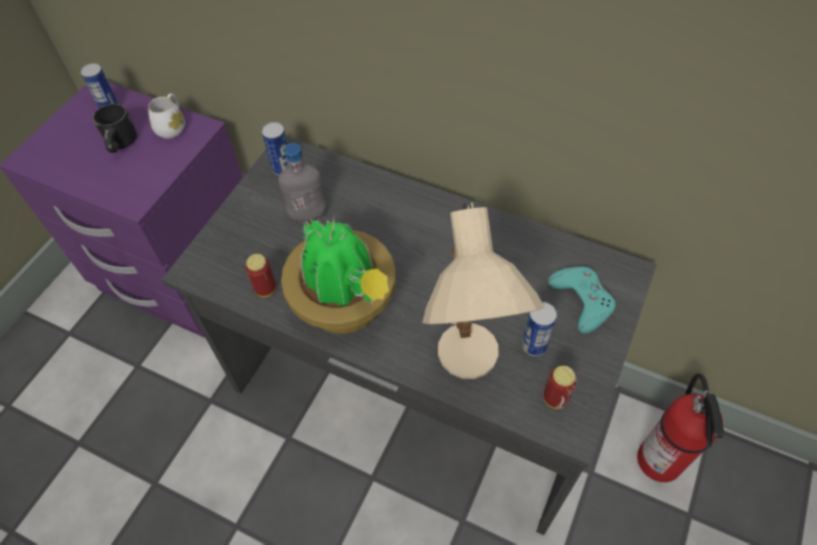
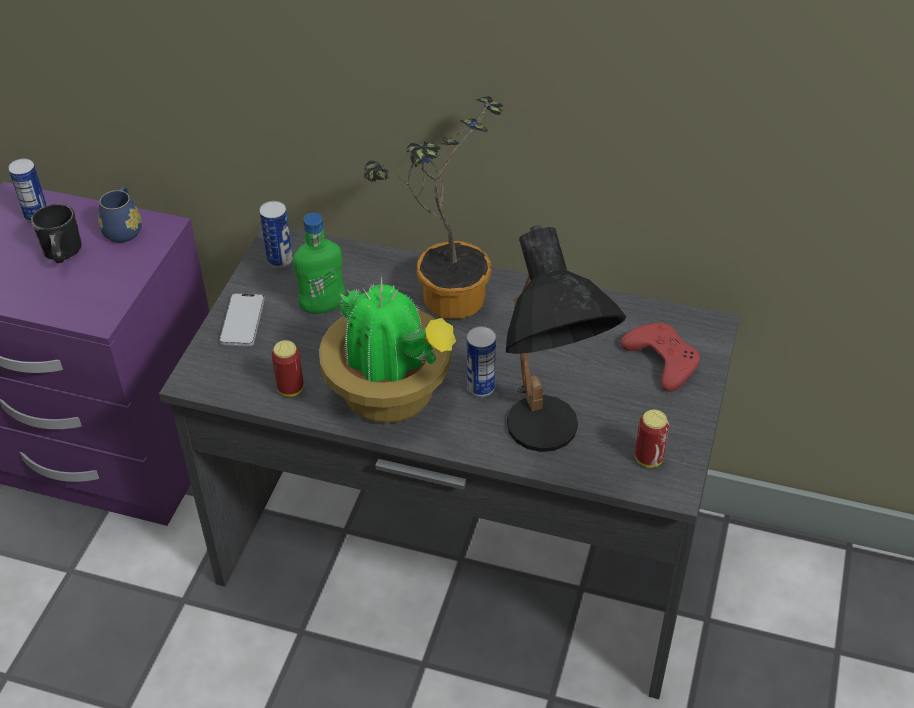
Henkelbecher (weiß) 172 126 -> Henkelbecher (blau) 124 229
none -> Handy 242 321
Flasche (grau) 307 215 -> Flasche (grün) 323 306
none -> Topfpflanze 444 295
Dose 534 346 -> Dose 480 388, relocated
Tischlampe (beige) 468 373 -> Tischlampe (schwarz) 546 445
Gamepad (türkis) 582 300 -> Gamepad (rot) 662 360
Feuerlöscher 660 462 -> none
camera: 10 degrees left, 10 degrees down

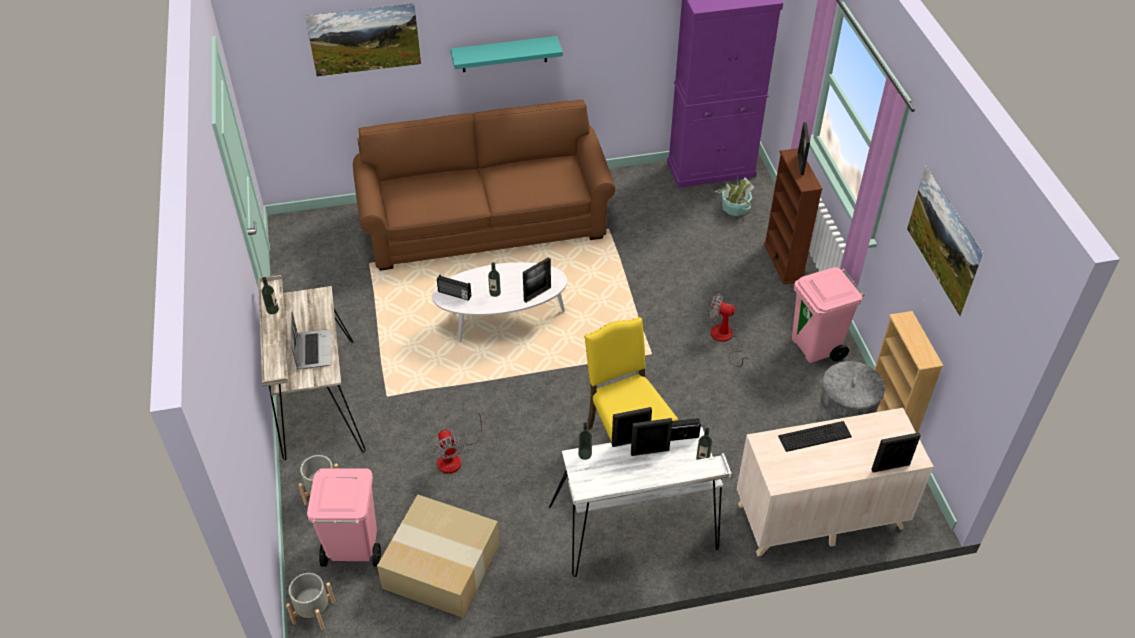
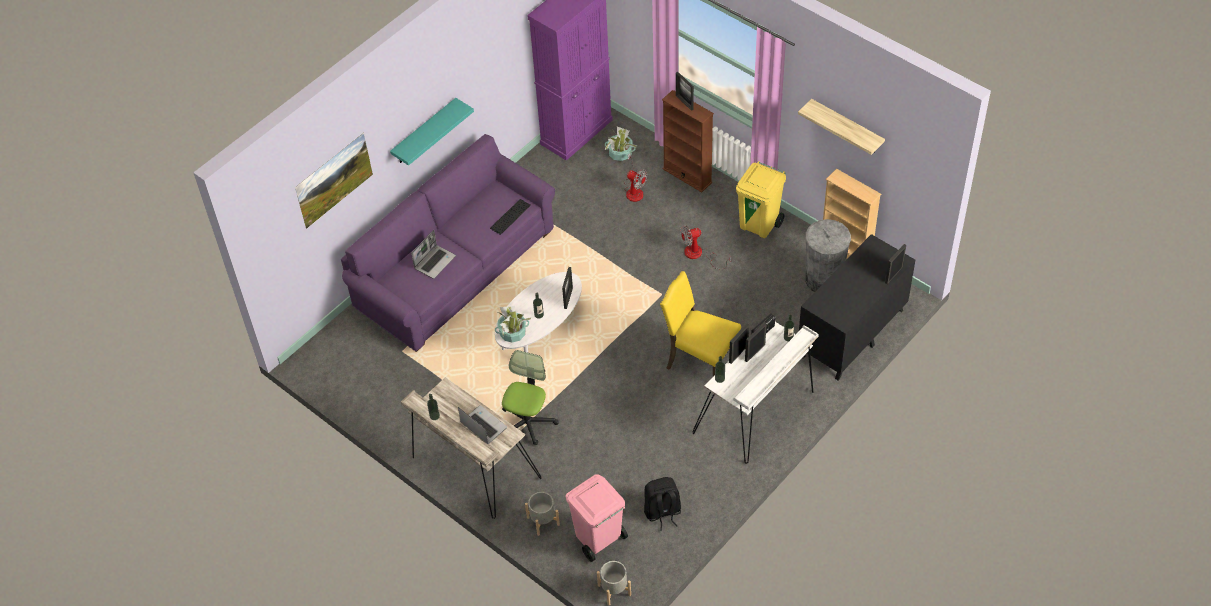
Sofa (braun) 485 222 -> Sofa (lila) 455 269
none -> Laptop 435 262
Tastatur 814 436 -> Tastatur 510 217, relocated
Radio 454 294 -> Topfpflanze 512 333
none -> Bürostuhl 528 422
Ventilator 455 457 -> Ventilator 634 190, relocated
Karton 439 567 -> Rucksack (schwarz) 662 512
Mülleimer (rosa) 816 347 -> Mülleimer (gelb) 759 225
Bild 937 256 -> Wandregal 846 127
Kommode (beige) 819 516 -> Kommode (schwarz) 851 333
camera: 35 degrees left, 5 degrees up

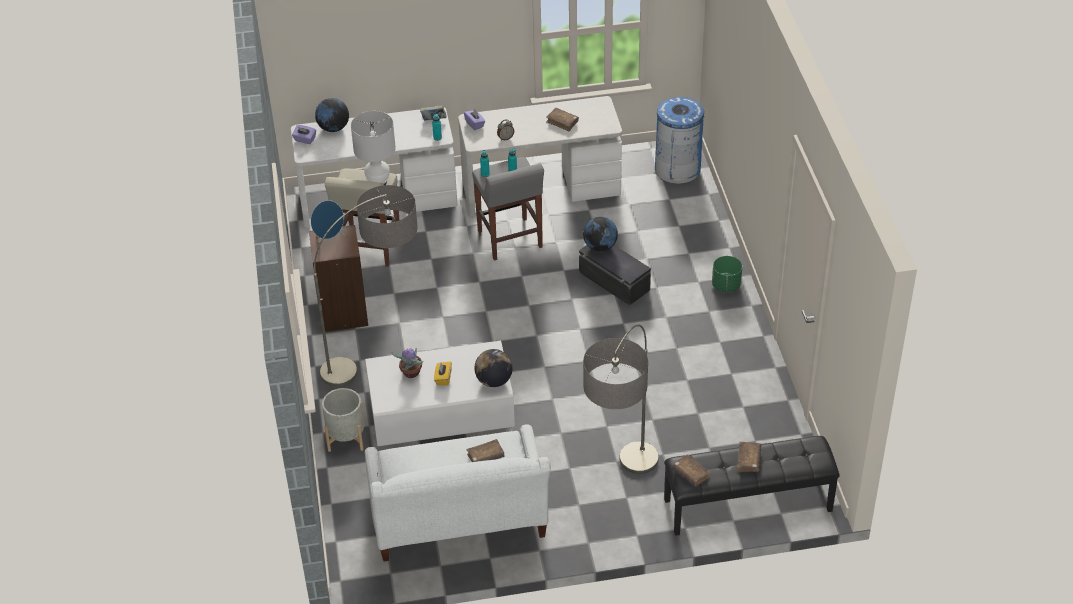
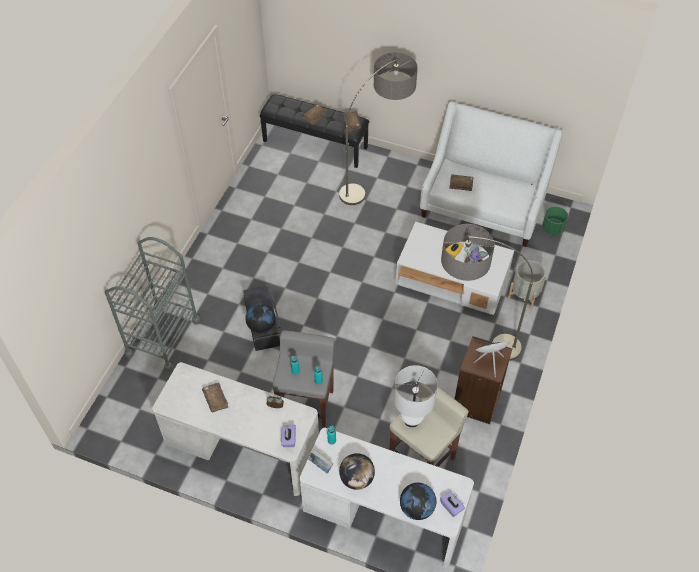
none -> Rollwagen (grau) 163 338
Globus 494 381 -> Globus 356 478, relocated
Pflanzkübel (grün) 726 286 -> Pflanzkübel (grün) 553 228, relocated
Mülleimer (blau) 677 169 -> none
camera: 150 degrees left, 10 degrees up

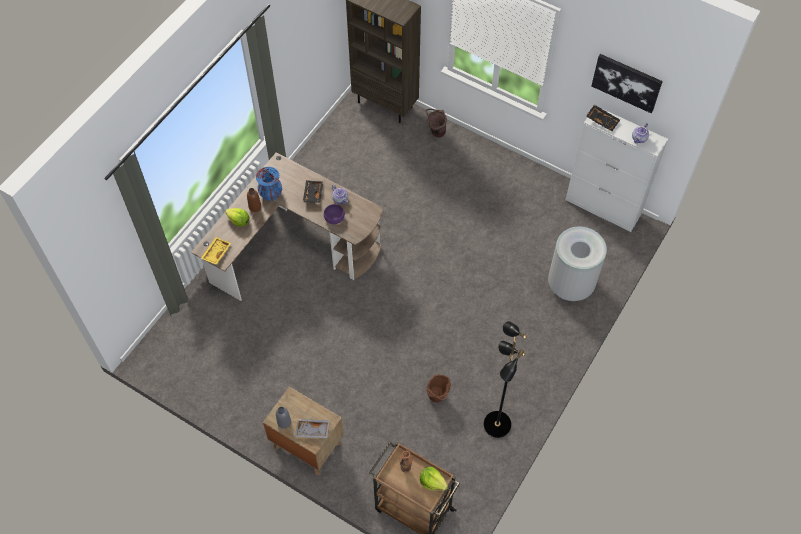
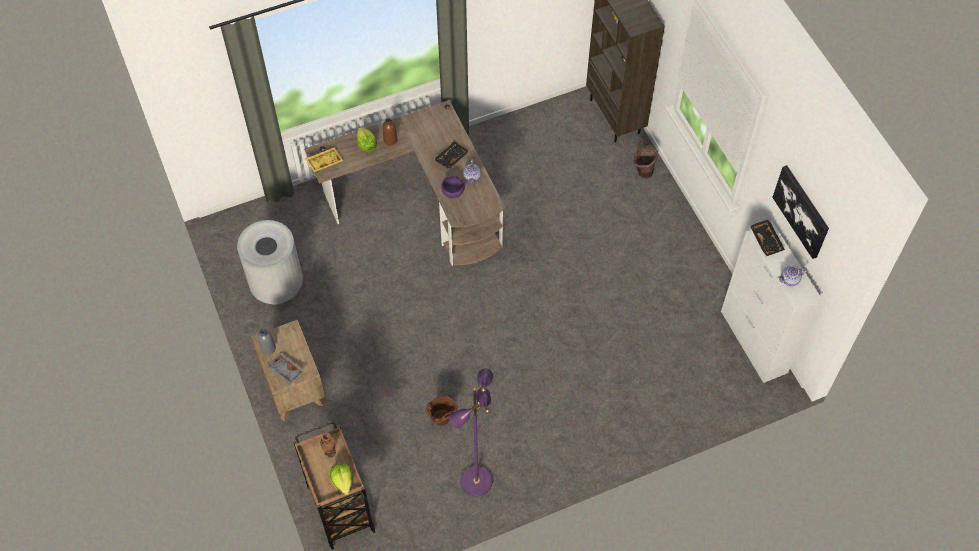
Mülleimer (grau) 570 285 -> Mülleimer (grau) 277 286, relocated
Stehlampe (schwarz) 496 424 -> Stehlampe (lila) 475 480
Vase (blau) 271 194 -> none
camera: 35 degrees right, 0 degrees up

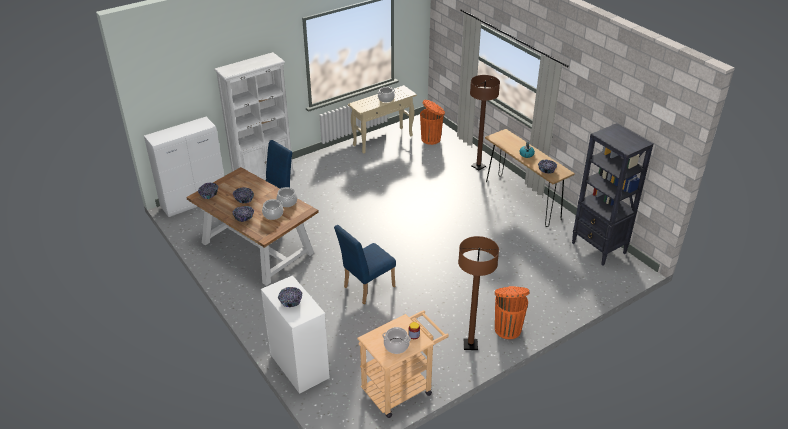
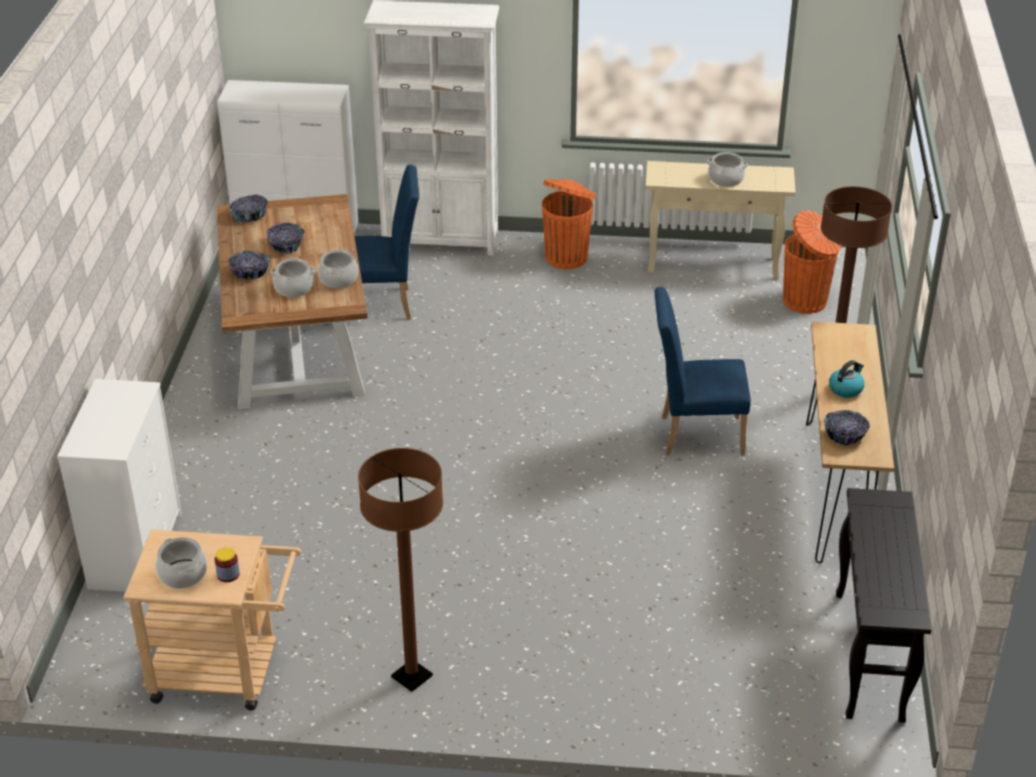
Mülleimer (orange) 507 328 -> Mülleimer (orange) 567 257, relocated
Stuhl (blau) 366 288 -> Stuhl (blau) 694 434, relocated
Bücherregal (schwarz) 599 248 -> Konsolentisch (schwarz) 869 657
Schüssel 291 301 -> none
camera: 40 degrees right, 0 degrees up

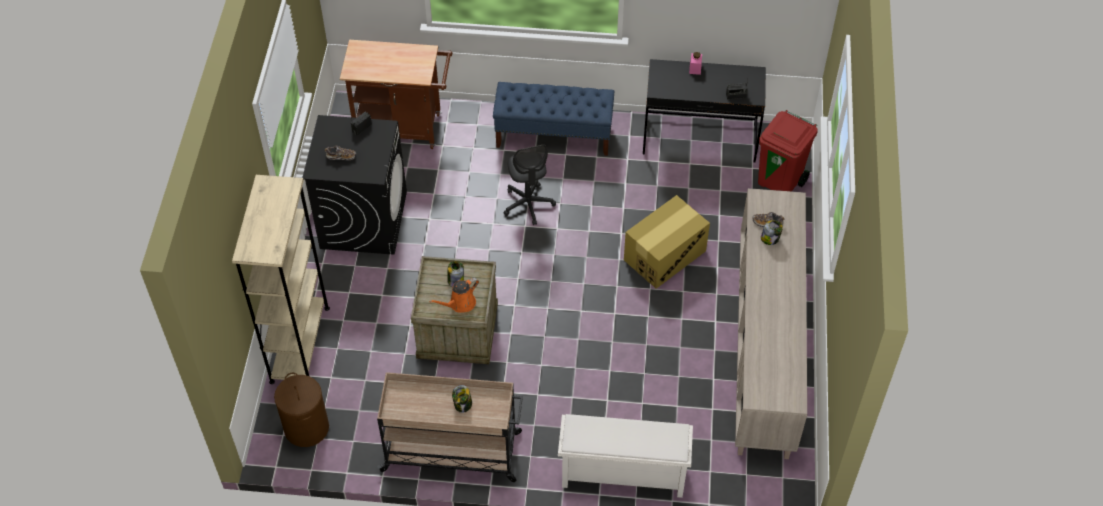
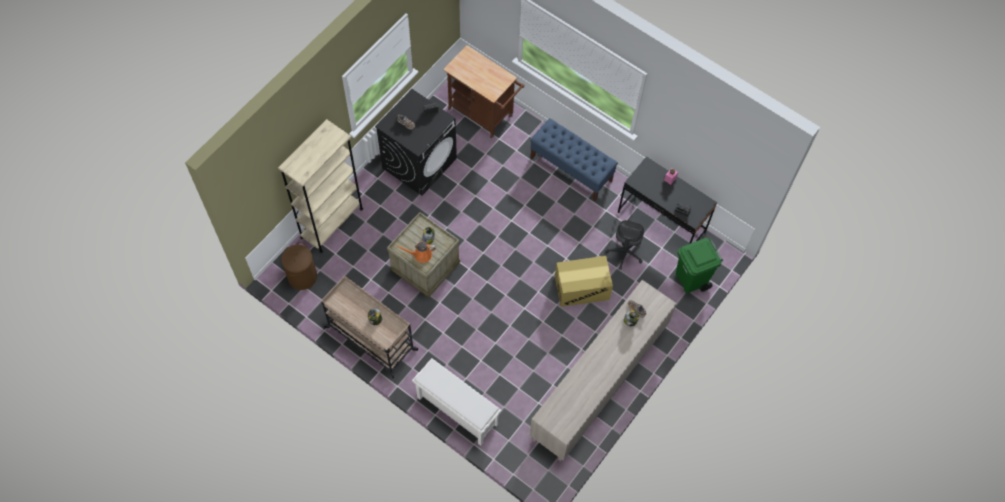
Bürostuhl (grau) 528 204 -> Bürostuhl (grau) 624 253, relocated
Mülleimer (rot) 780 182 -> Mülleimer (grün) 691 280
camera: 30 degrees right, 10 degrees up

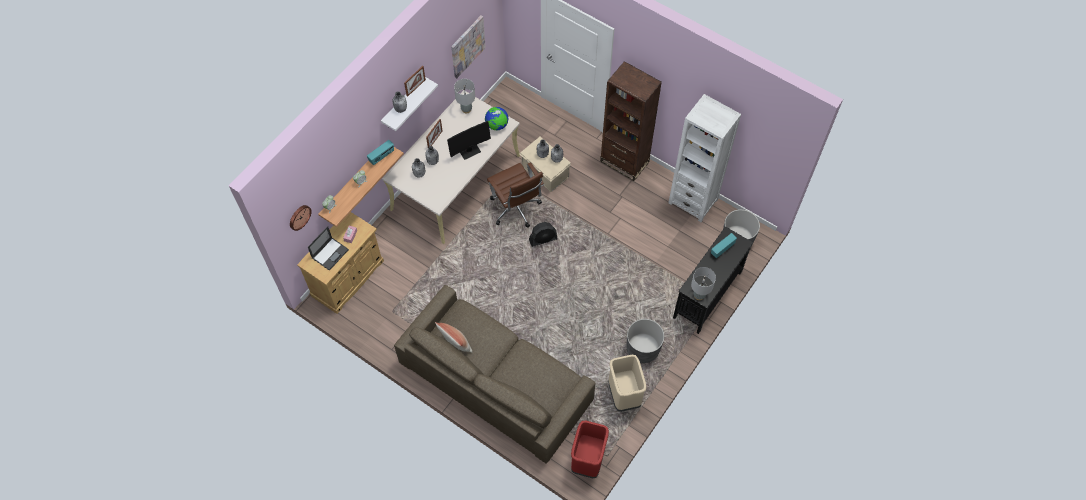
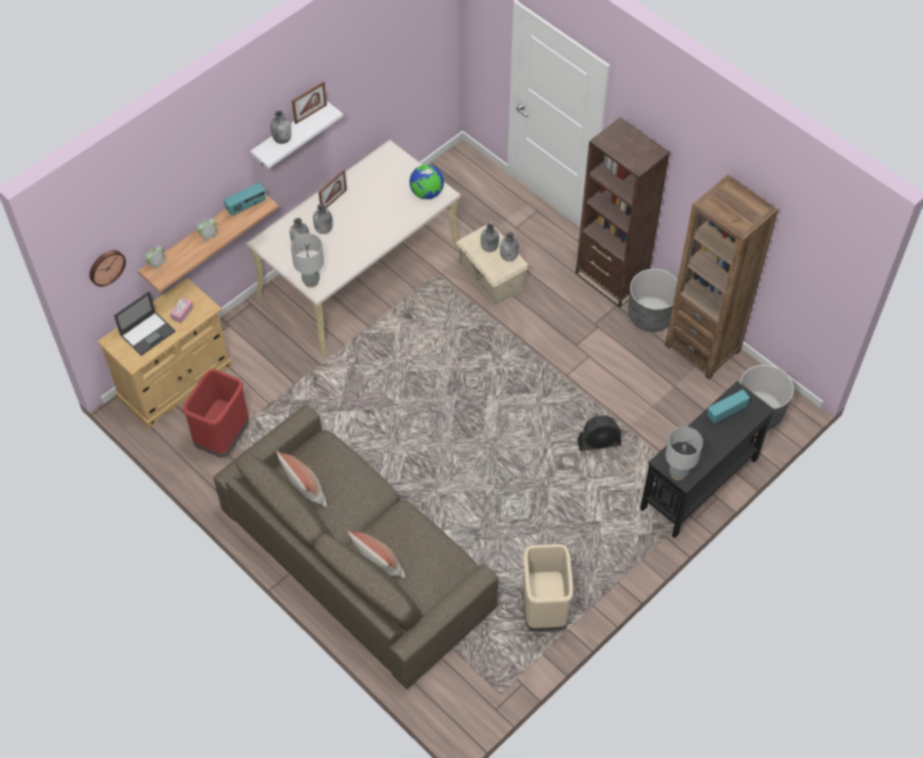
Mülleimer (rot) 587 460 -> Mülleimer (rot) 223 437, relocated
Tischlampe (grau) 466 109 -> Tischlampe (grau) 311 281, relocated
none -> Kissen 379 565
Ventilator (schwarz) 543 239 -> Ventilator (schwarz) 599 443, relocated
Pflanzkübel (grau) 642 349 -> Pflanzkübel (grau) 651 316, relocated
Bücherregal (weiß) 693 201 -> Bücherregal (braun) 702 348
Monitor 469 150 -> none
Bild 467 46 -> none
Bürostuhl (braun) 516 210 -> none
camera: 10 degrees right, 5 degrees down

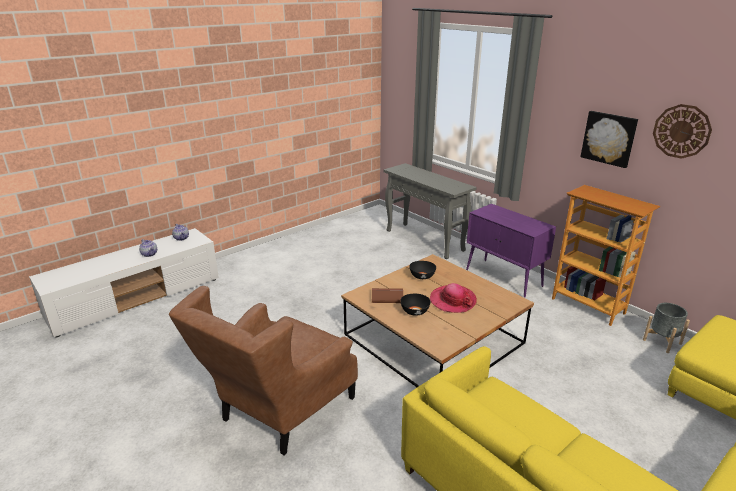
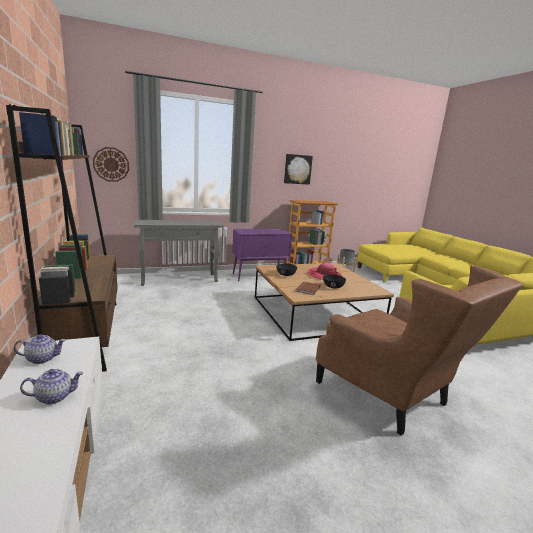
none -> Bücherregal (braun) 88 333
Wanduhr 681 131 -> Wanduhr 111 164, relocated
camera: 70 degrees left, 10 degrees down

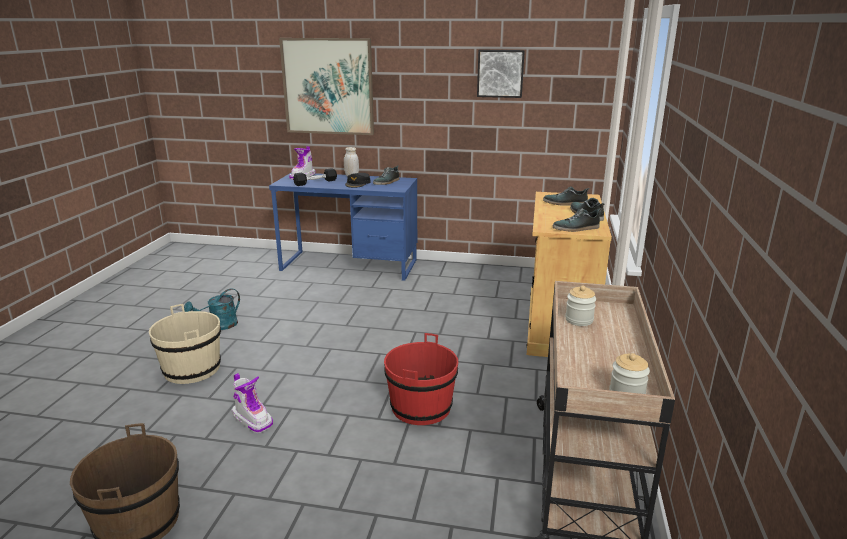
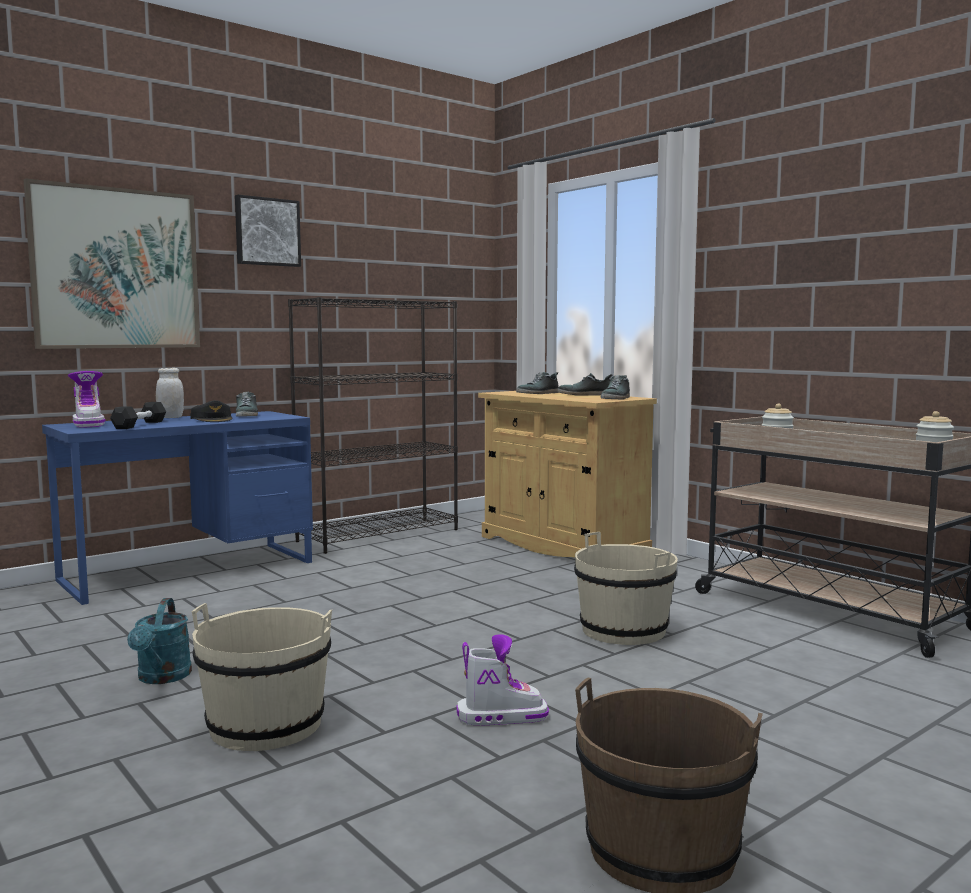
Bild 500 73 -> Bild 267 232, relocated
none -> Bücherregal (schwarz) 379 535
Eimer (rot) 421 407 -> Eimer (beige) 623 630
camera: 50 degrees left, 15 degrees down

